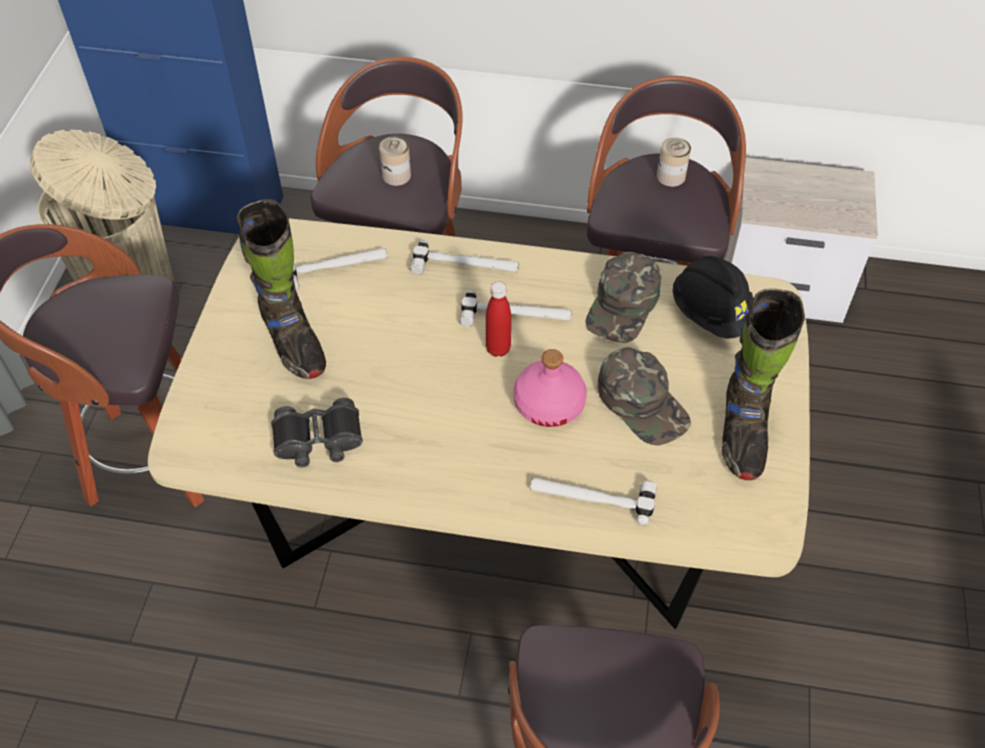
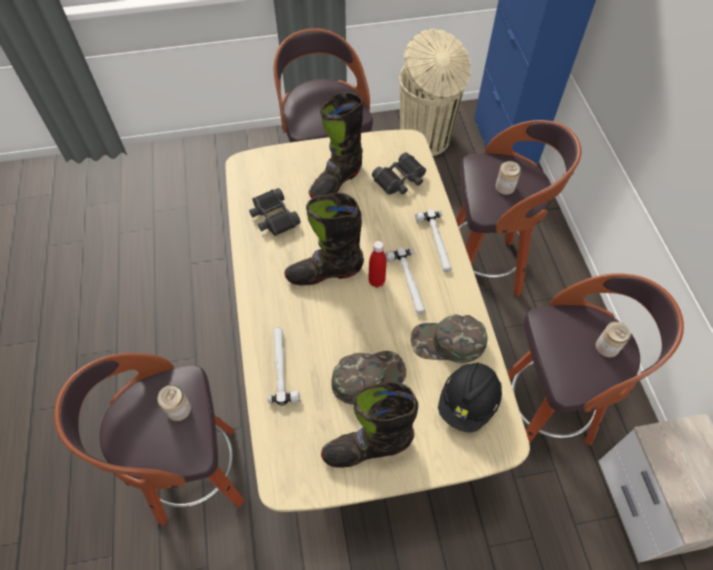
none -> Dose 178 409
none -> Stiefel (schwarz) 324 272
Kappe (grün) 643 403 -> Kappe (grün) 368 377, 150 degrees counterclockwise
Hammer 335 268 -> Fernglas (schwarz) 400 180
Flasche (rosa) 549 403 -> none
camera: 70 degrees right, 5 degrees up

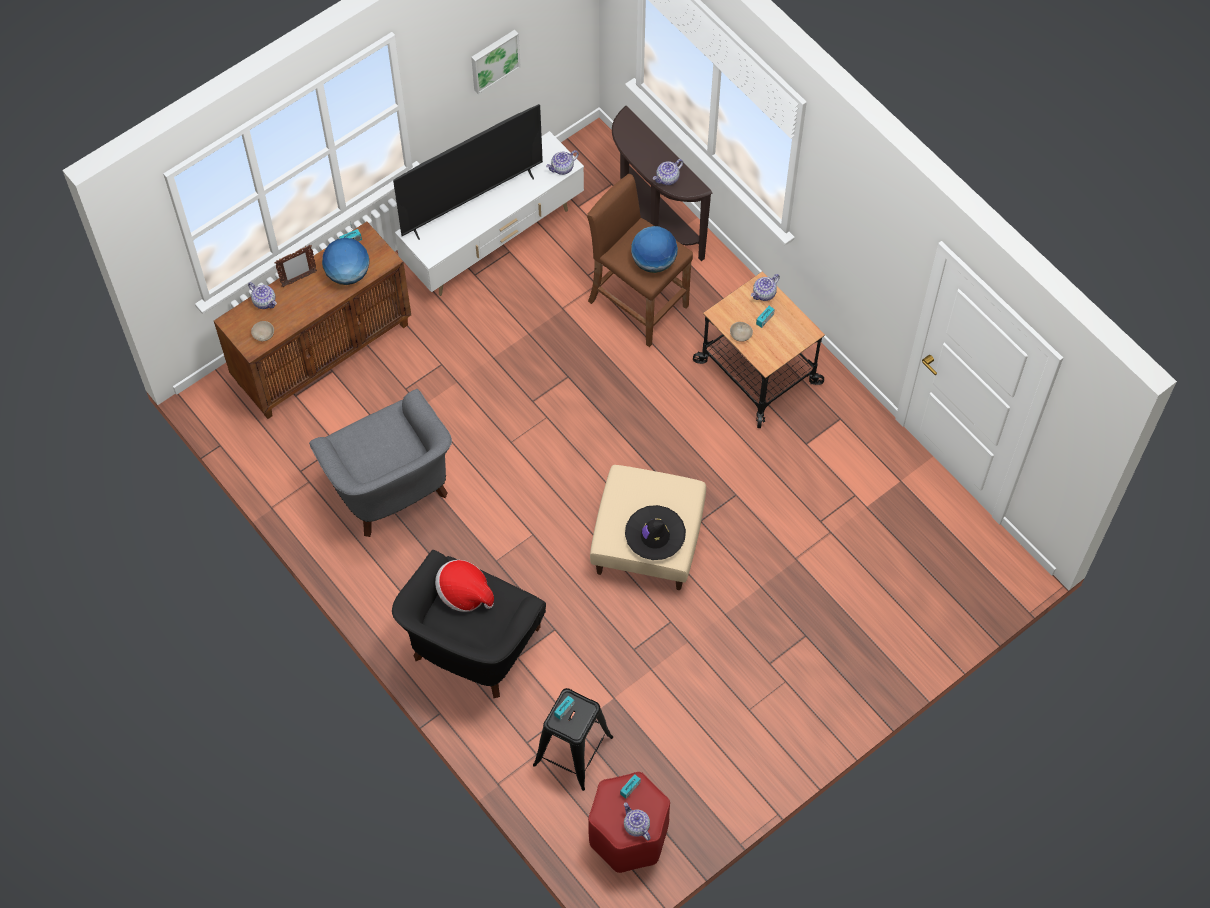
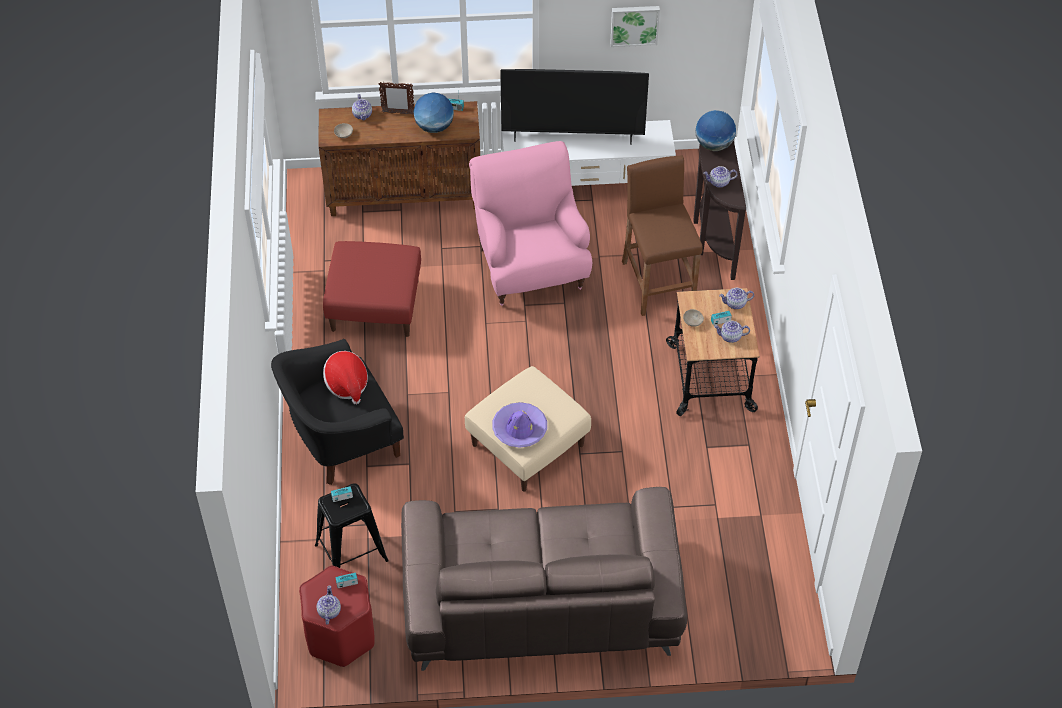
Sessel (grau) 390 489 -> Polsterhocker (rot) 374 306
none -> Sofa (braun) 540 600
none -> Sessel (rosa) 530 267
Hut (schwarz) 655 536 -> Hut (lila) 519 429
Globus 654 262 -> Globus 714 145, relocated
Teekanne 562 168 -> Teekanne 730 337, relocated
camera: 35 degrees right, 10 degrees down

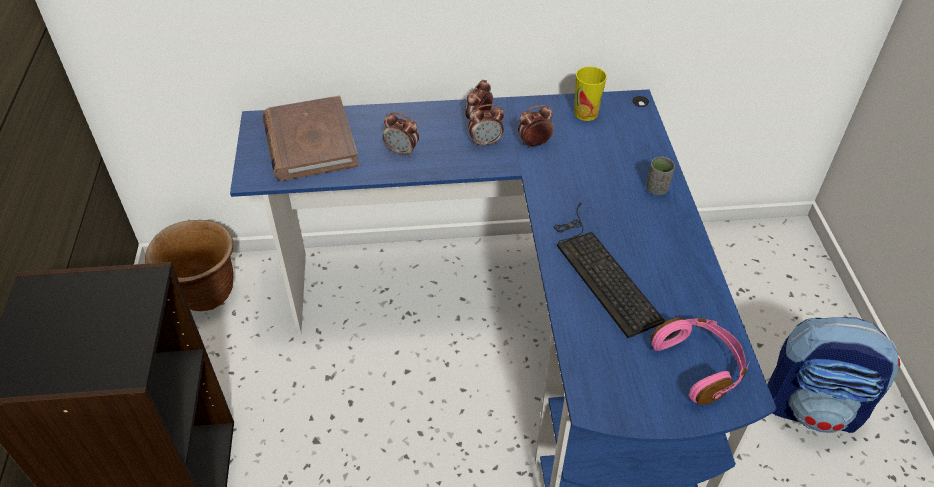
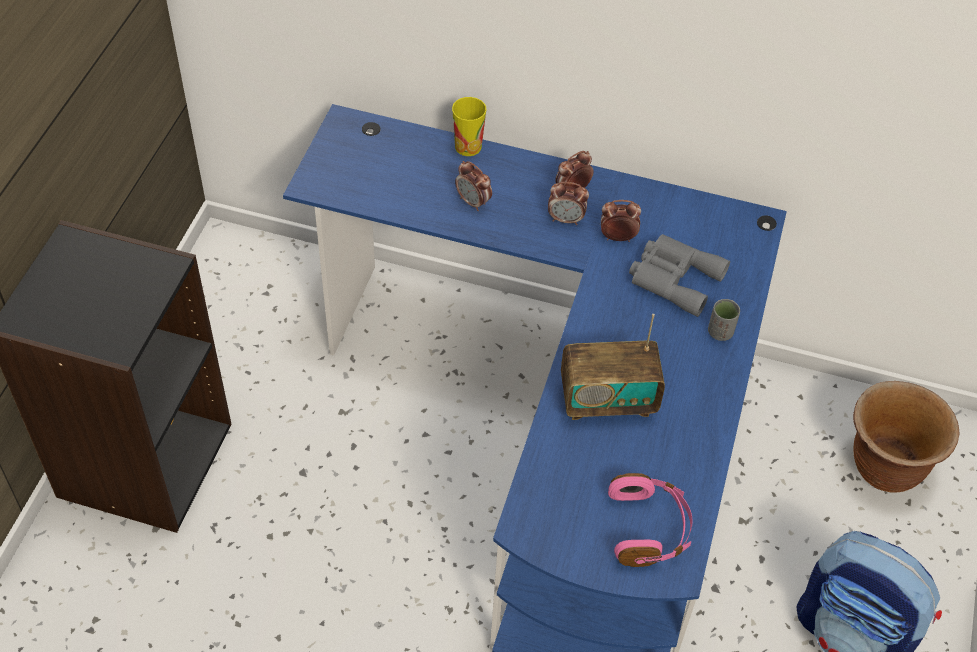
Tasse 586 113 -> Tasse 468 146, relocated
Tastatur 601 270 -> Radio 607 400
none -> Fernglas (grau) 673 277
Pflanzkübel (braun) 205 293 -> Pflanzkübel (braun) 884 467, relocated
Buch (braun) 310 143 -> none
camera: 20 degrees right, 5 degrees up

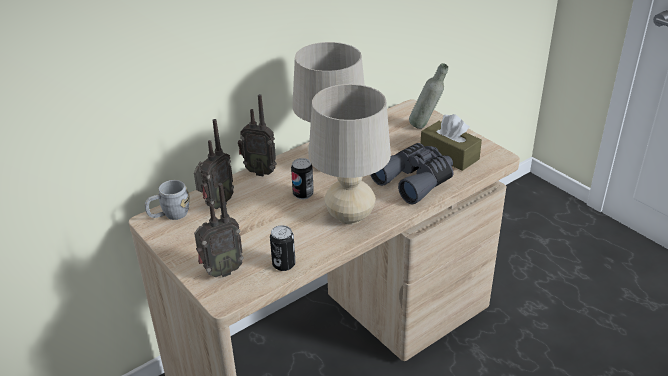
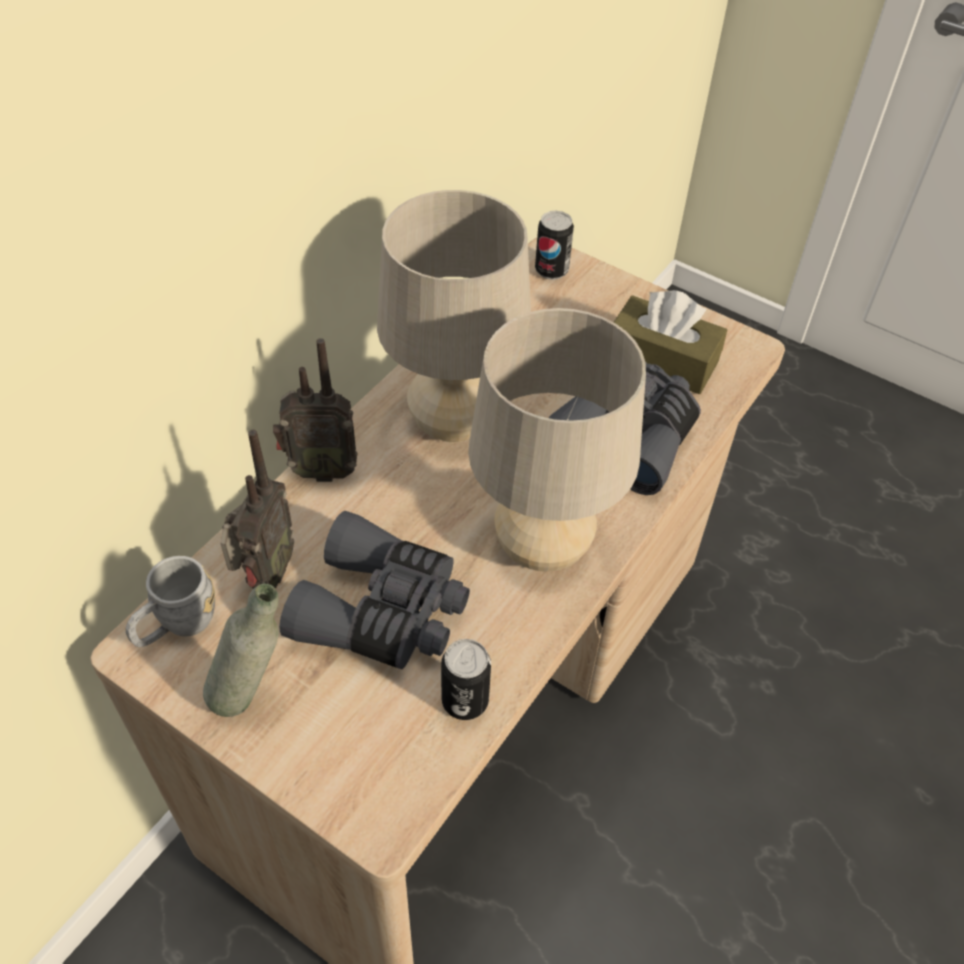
Flasche (grau) 426 126 -> Flasche (grau) 253 696, relocated
none -> Fernglas (grau) 383 611
Dose 303 194 -> Dose 551 270, relocated
Radio 221 271 -> none
camera: 20 degrees left, 15 degrees up

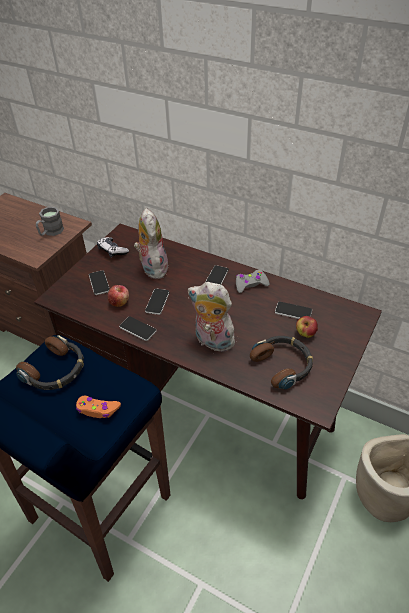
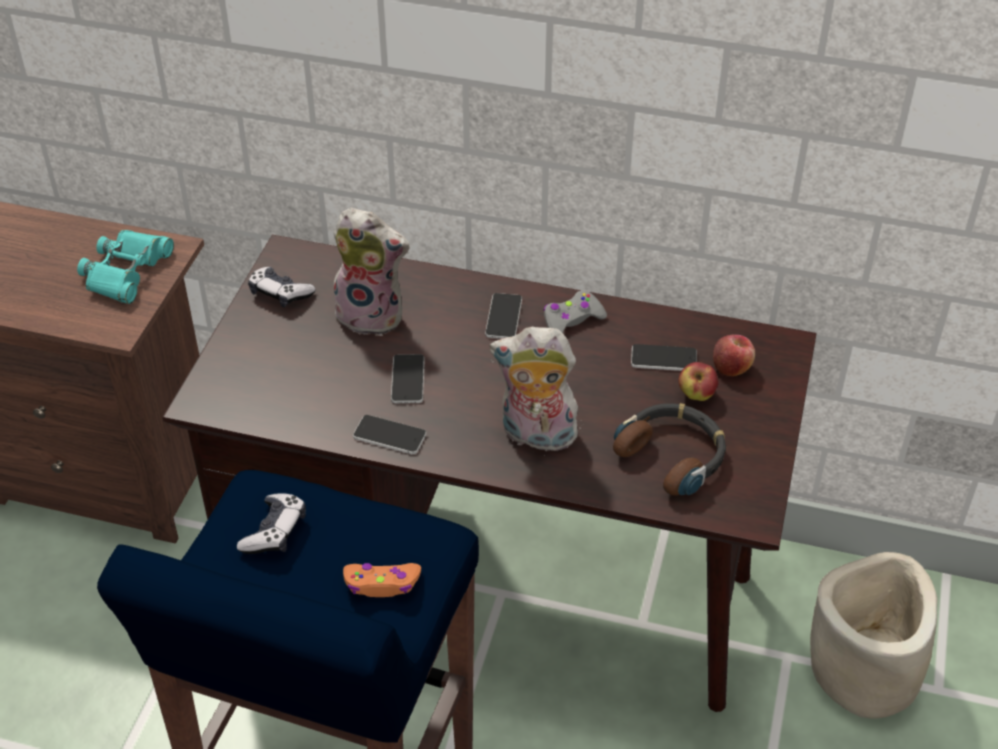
Henkelbecher (grau) 51 232 -> Fernglas (türkis) 126 272
Kopfhörer 55 370 -> Gamepad 274 532
Plüschtier 152 267 -> Plüschtier 373 315, 135 degrees clockwise
Apfel 119 302 -> Apfel 731 367, relocated
Handy 99 283 -> none
camera: 15 degrees left, 0 degrees up

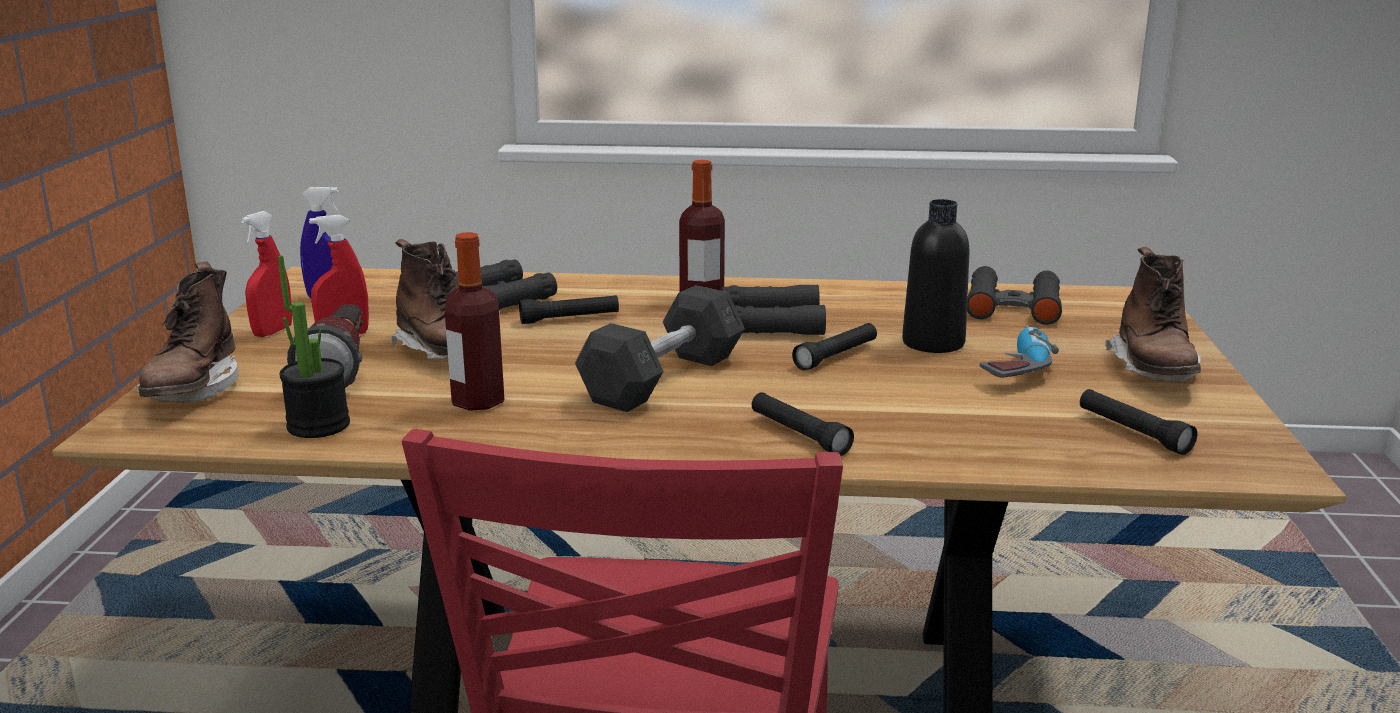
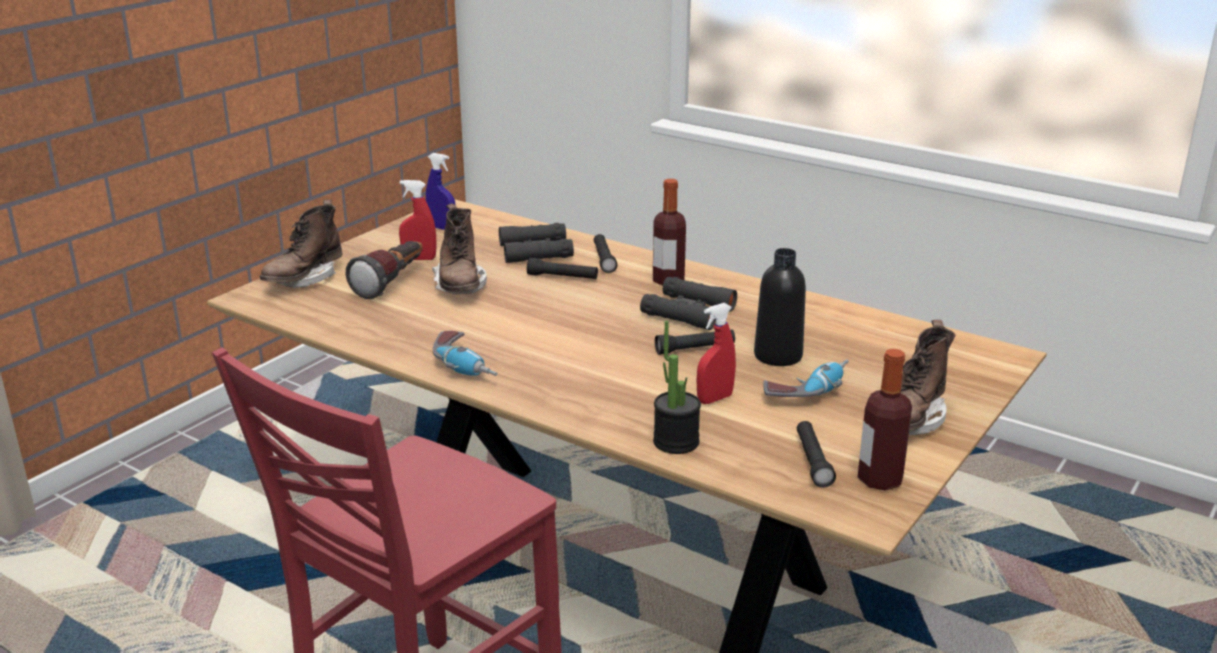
none -> Bohrmaschine 467 366
Taschenlampe (schwarz) 799 435 -> Taschenlampe (schwarz) 604 259, relocated
Topfpflanze 318 425 -> Topfpflanze 676 442, relocated
Sprühflasche (rot) 273 331 -> Sprühflasche (rot) 714 399, relocated
Flasche 478 401 -> Flasche 880 479, relocated
Hantel (grau) 663 378 -> none
Fernglas (schwarz) 1013 306 -> none
camera: 30 degrees right, 5 degrees up

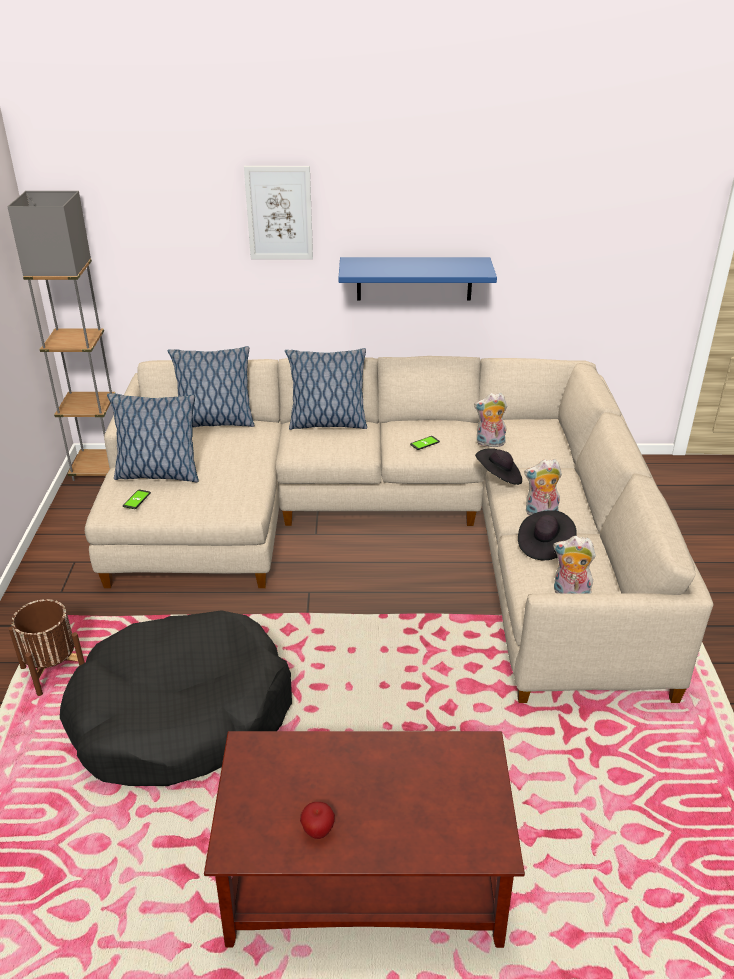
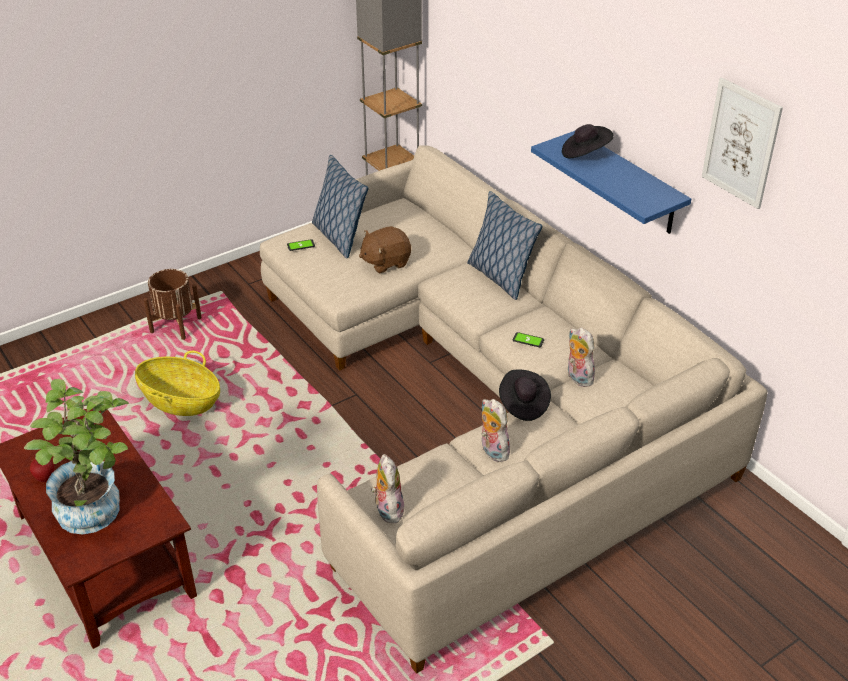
none -> Topfpflanze 98 512
Hundebett (schwarz) 182 716 -> Korb 180 401
none -> Plüschtier (braun) 385 262
Hut (schwarz) 544 545 -> Hut (schwarz) 585 153, relocated
Bild 279 213 -> Bild 741 143, relocated
Kissen 215 422 -> none
camera: 55 degrees right, 5 degrees up

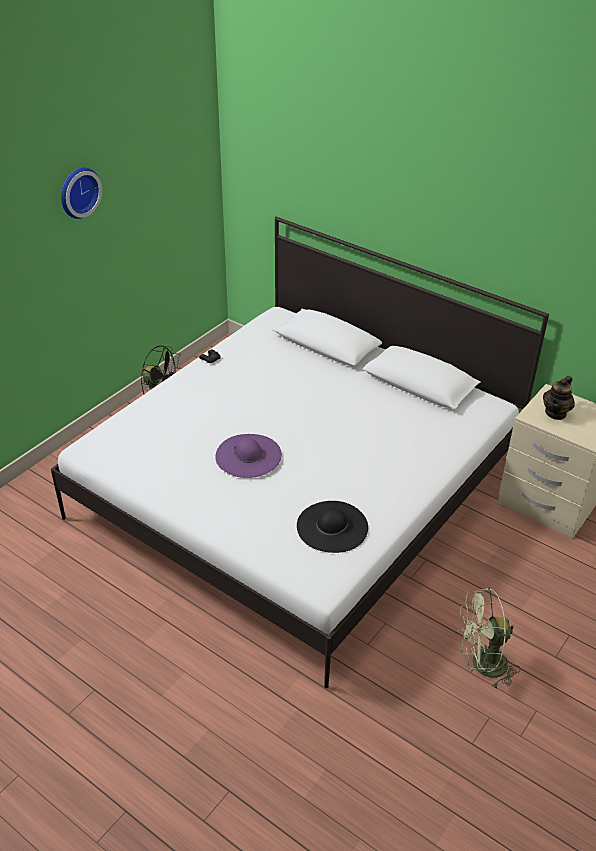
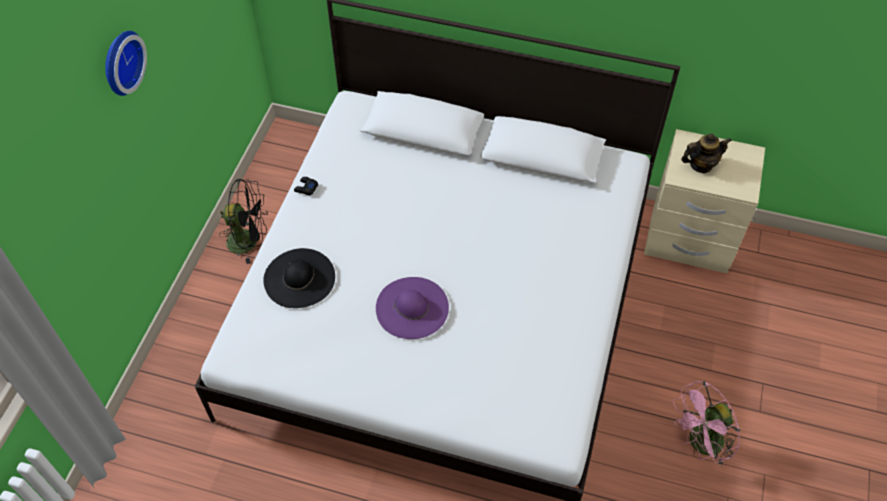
Hut (schwarz) 332 527 -> Hut (schwarz) 299 278, relocated
Ventilator (grün) 482 665 -> Ventilator (rosa) 700 444
Teekanne 556 413 -> Teekanne 701 165, 120 degrees counterclockwise
camera: 20 degrees left, 15 degrees up

